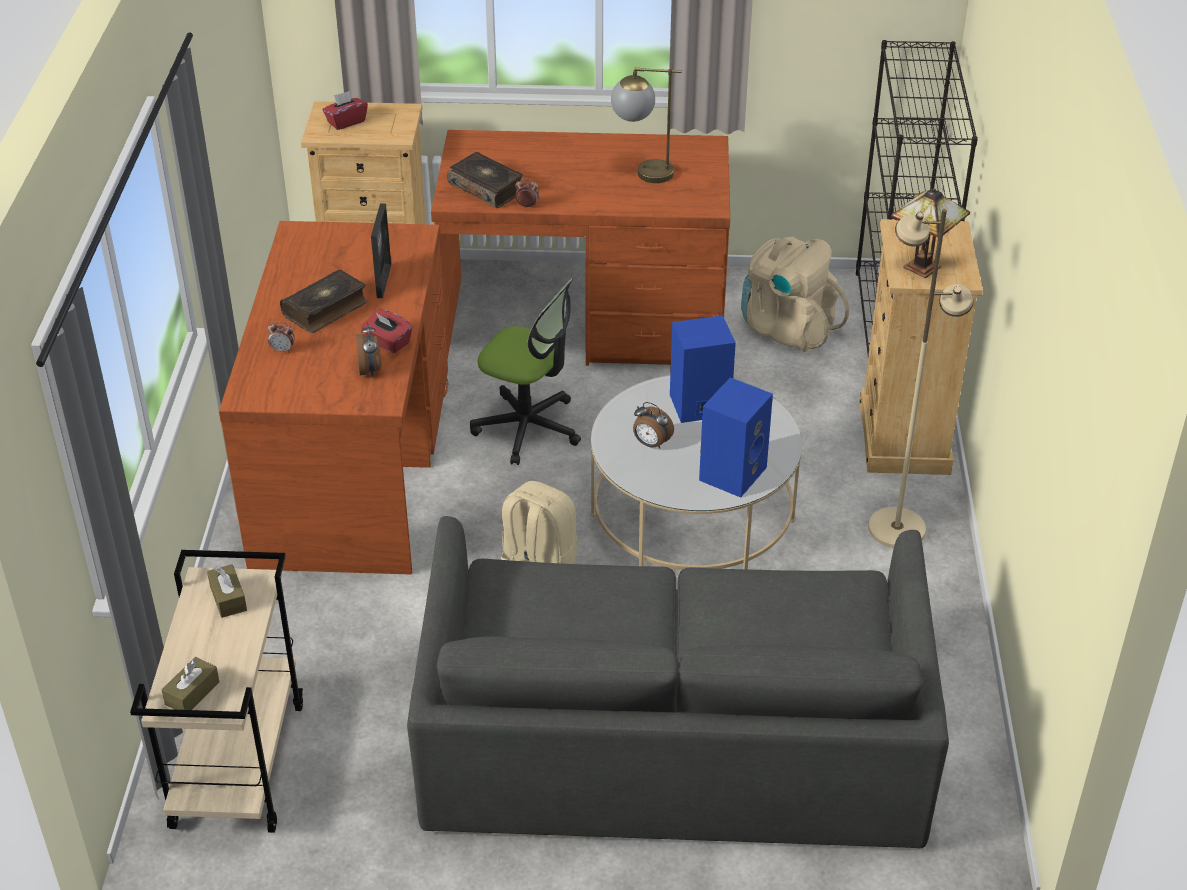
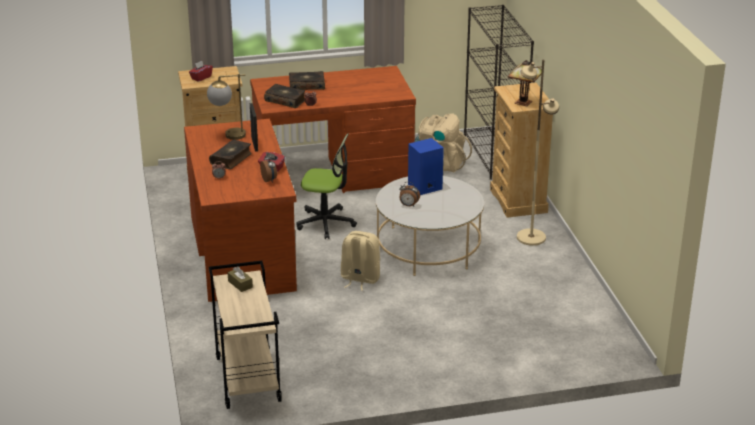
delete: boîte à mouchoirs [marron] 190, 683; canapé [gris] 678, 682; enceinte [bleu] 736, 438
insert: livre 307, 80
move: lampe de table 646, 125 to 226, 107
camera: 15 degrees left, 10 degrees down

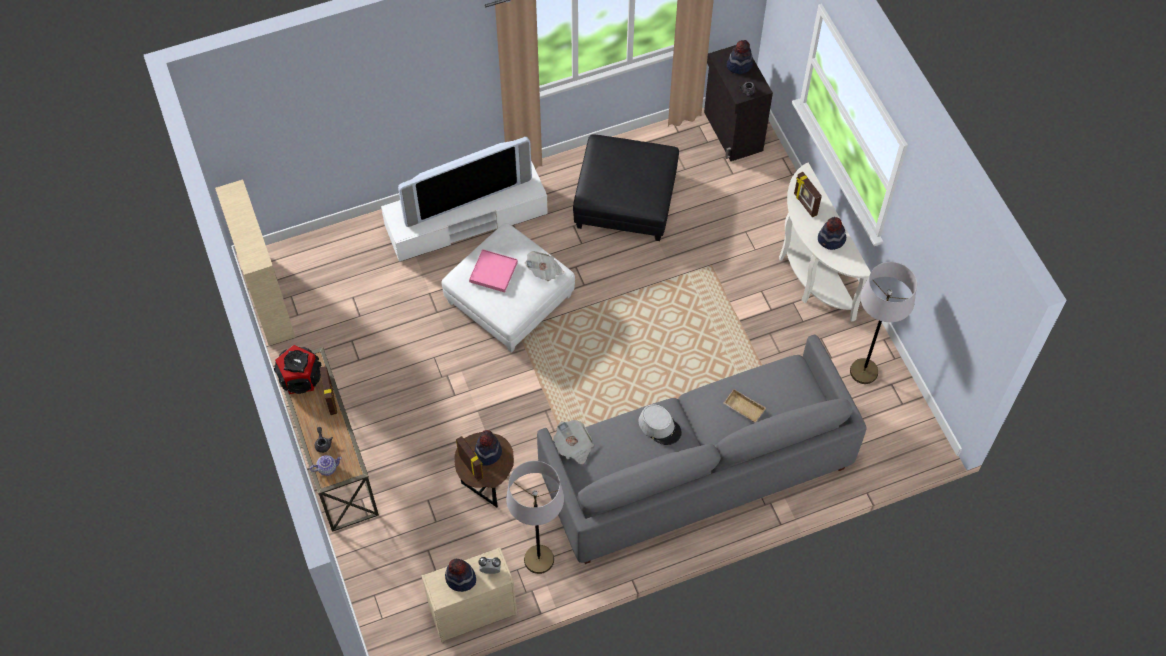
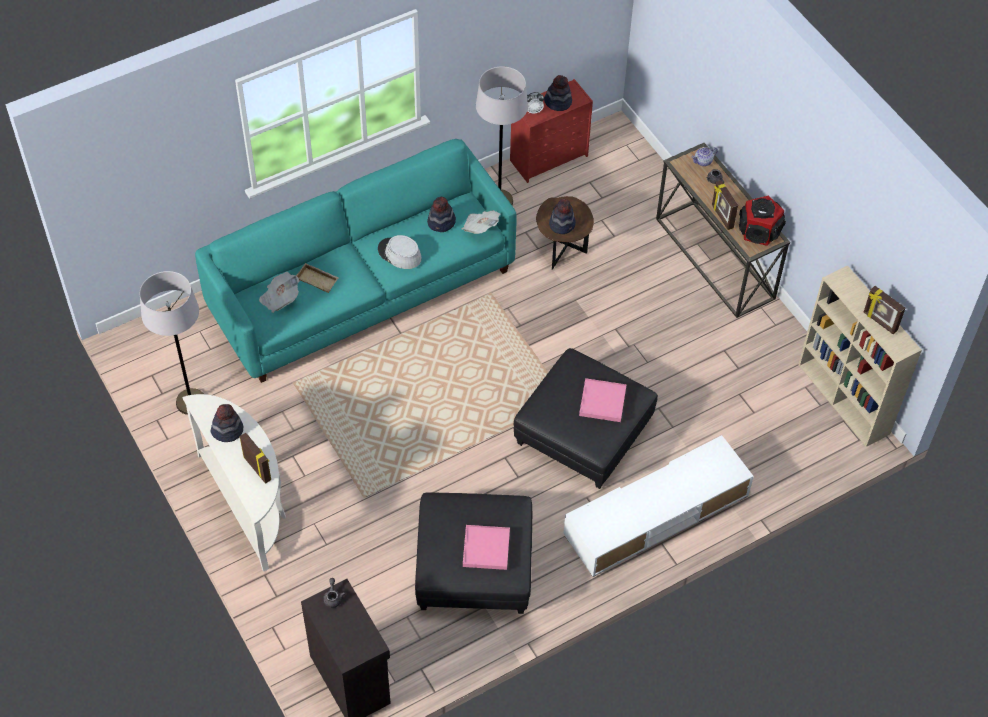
delete: téléviseur 465, 182
insert: plateau [rose] 486, 547
move: cadre photo 469, 458 to 884, 310; journal 544, 266 to 279, 292; chapeau 740, 57 to 441, 214
recolor: commode [beige] 469, 594 to commode [rouge] 551, 131; pouf [blanc] 508, 288 to pouf [noir] 586, 418; canapé [gris] 702, 449 to canapé [turquoise] 356, 261
camera: 170 degrees right, 5 degrees down

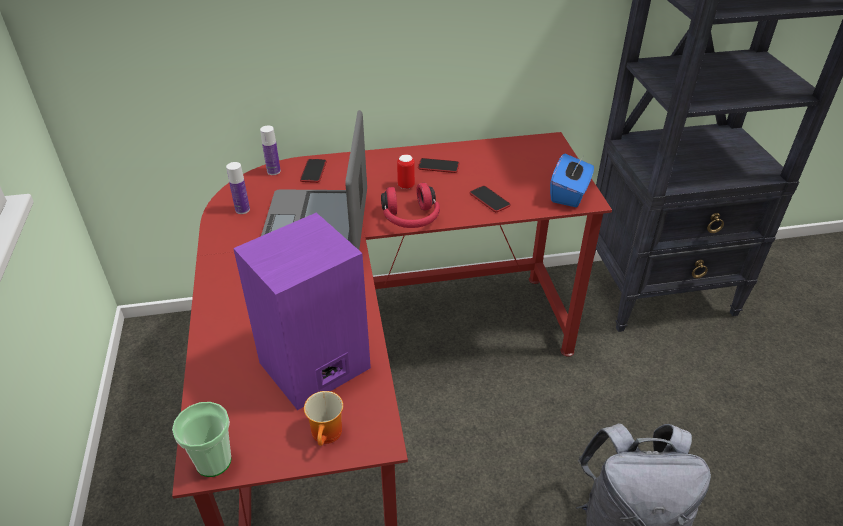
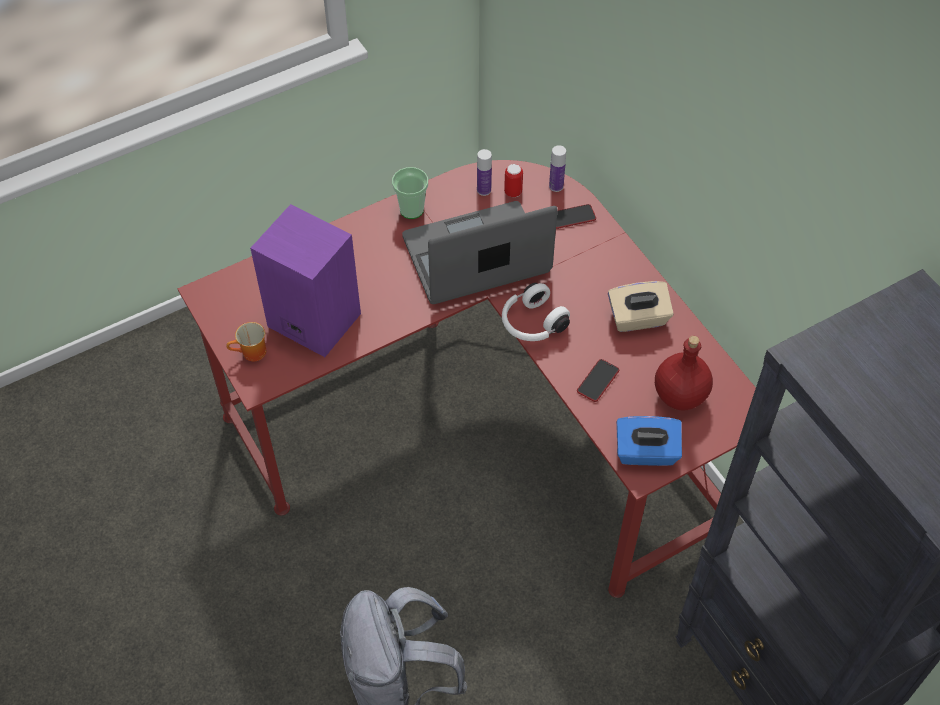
insert: bouteille [rouge] 684, 373
move: tasse 201, 439 to 410, 193; boîte métallique 406, 171 to 513, 180
replace: téléphone 438, 165 to boîte à mouchoirs [beige] 641, 306
recolor: casque audio [rouge] 410, 205 to casque audio [blanc] 536, 312
camera: 70 degrees right, 15 degrees up

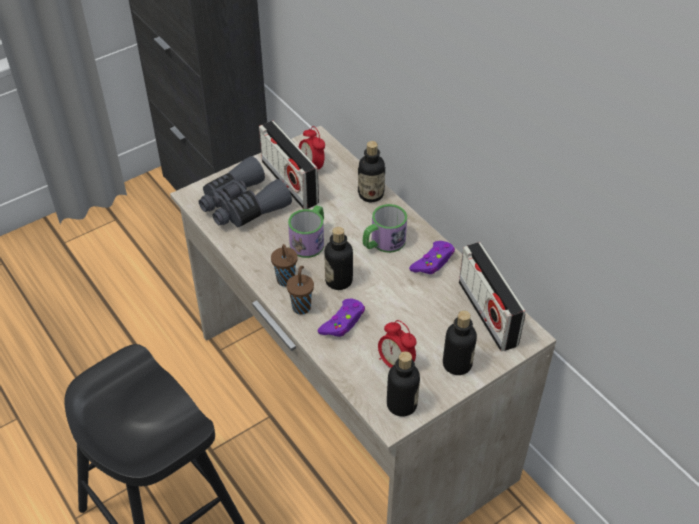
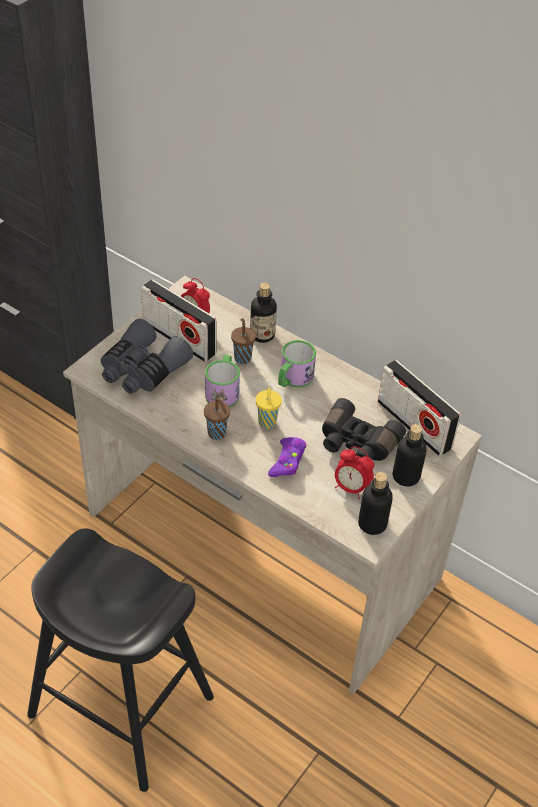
delete: manette [violet] 432, 257
insert: jumelles [noir] 364, 429
move: tasse [marron] 300, 290 to 243, 341
replace: bouteille 338, 258 to tasse [jaune] 269, 408
camera: 20 degrees left, 0 degrees up

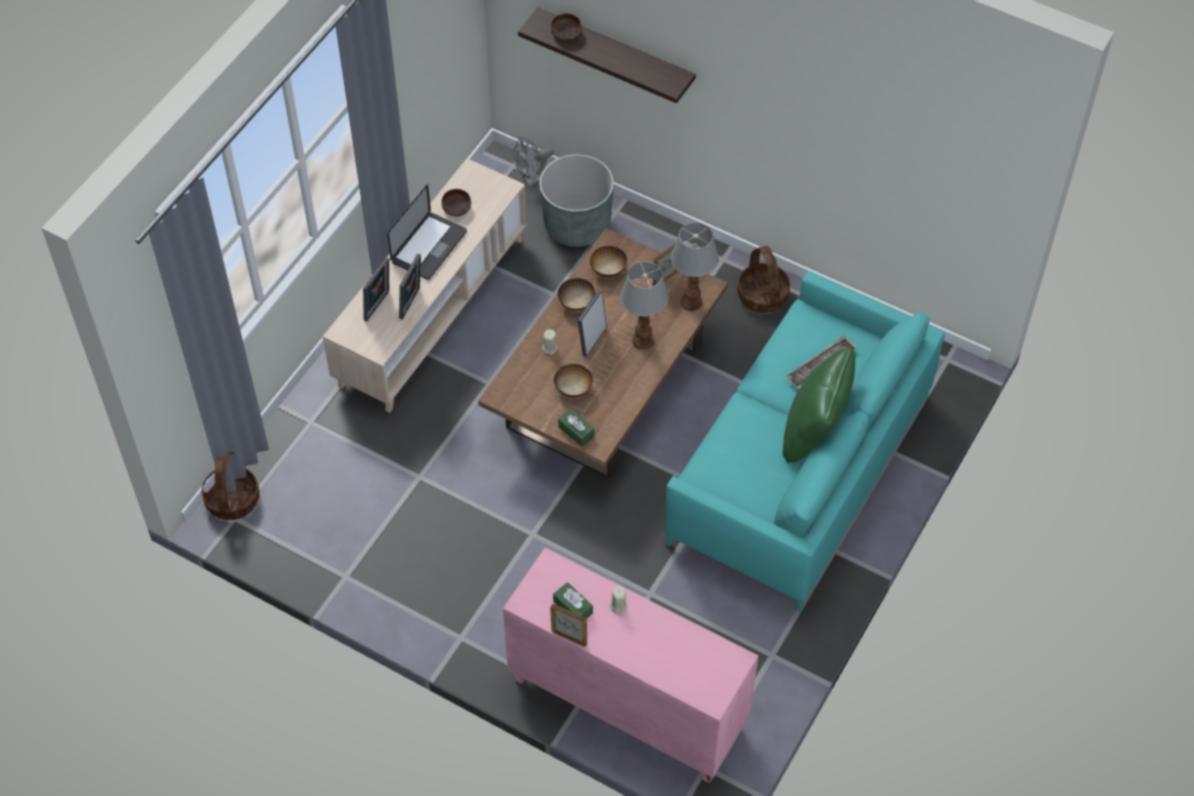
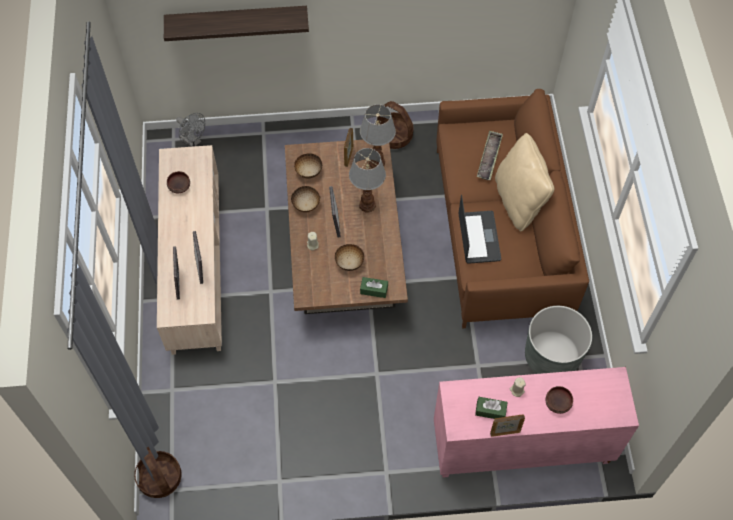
move: ordinateur portable 427, 232 to 479, 229; cache-pot [gris] 576, 200 to 558, 340; bol [marron] 566, 27 to 559, 400
recolor: canapé [turquoise] 805, 441 to canapé [marron] 512, 208; coussin [vert] 819, 405 to coussin [beige] 524, 182
rotate: ventilateur [gris] 533, 161 = 190, 130 75 degrees counterclockwise
camera: 35 degrees left, 5 degrees up

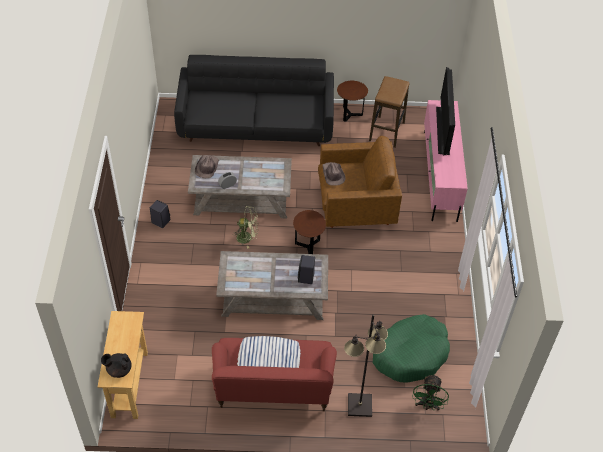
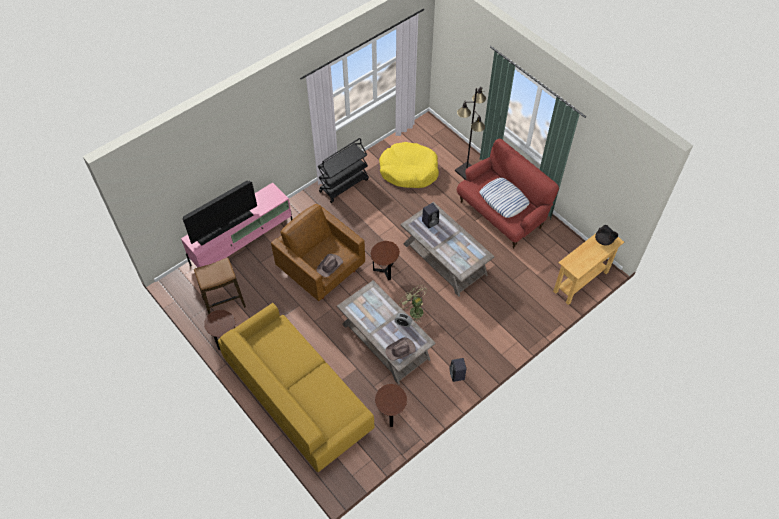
delete: ventilateur [vert] 430, 392
insert: chariot [noir] 343, 170; table d'appoint [marron] 391, 405
recolor: canapé [noir] 254, 100 to canapé [jaune] 296, 387; panier pour chien [vert] 411, 348 to panier pour chien [jaune] 409, 165
camera: 130 degrees left, 5 degrees up

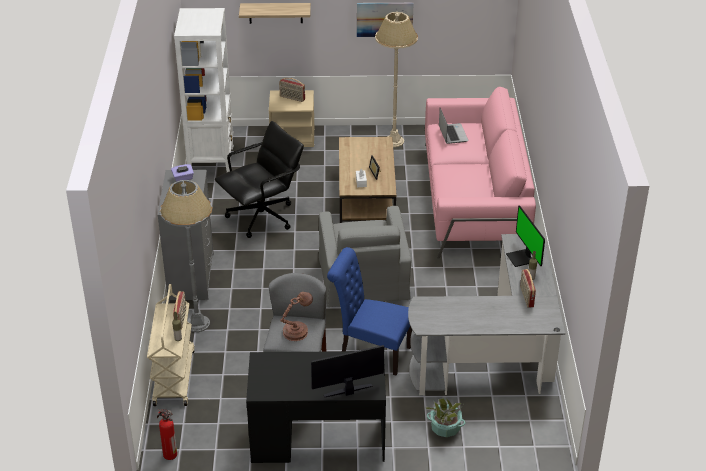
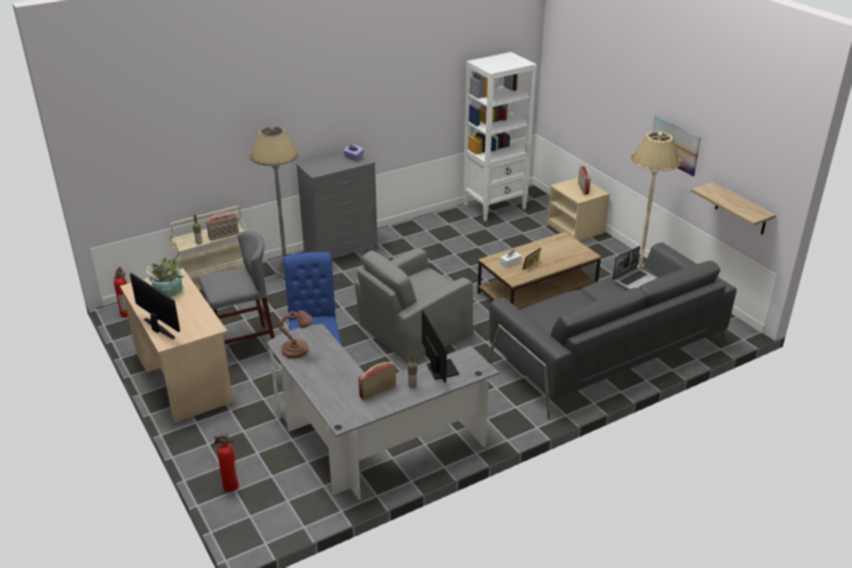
delete: chaise de bureau [noir] 259, 179
insert: extincteur 225, 463
move: étagère 275, 13 to 733, 208; lampe de table [marron] 296, 316 to 295, 334; plante en pot 445, 417 to 165, 276
recolor: bureau [noir] 316, 407 to bureau [beige] 176, 345; canapé [rose] 480, 173 to canapé [gris] 612, 331
rotate: écran d'ordinateur 525, 236 = 440, 346 120 degrees clockwise
camera: 60 degrees right, 5 degrees down

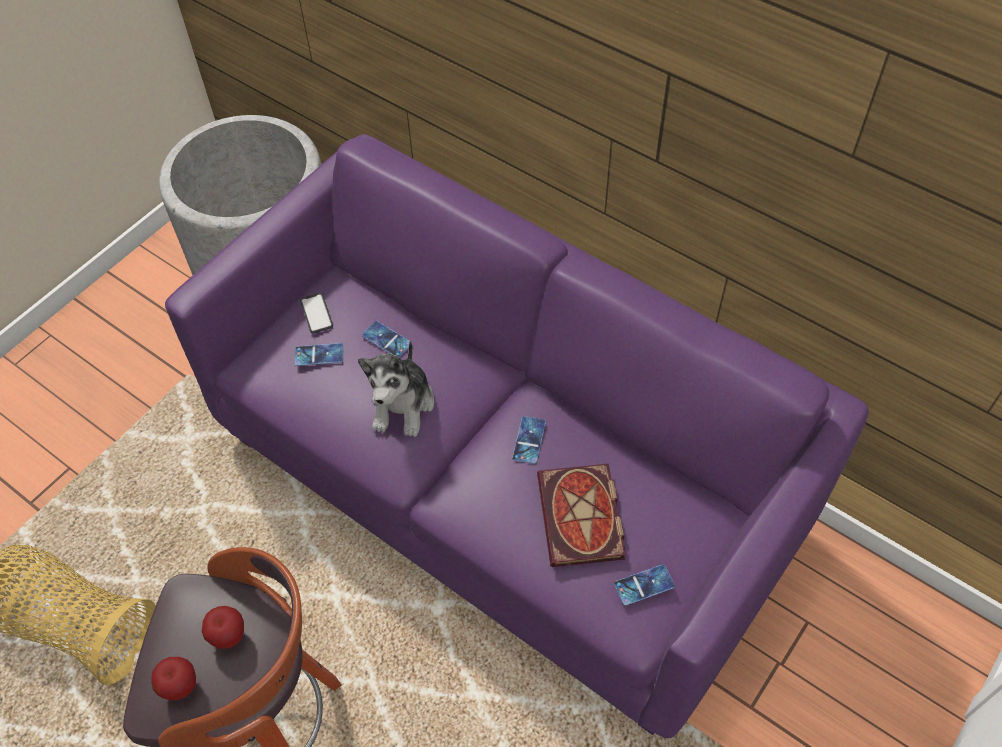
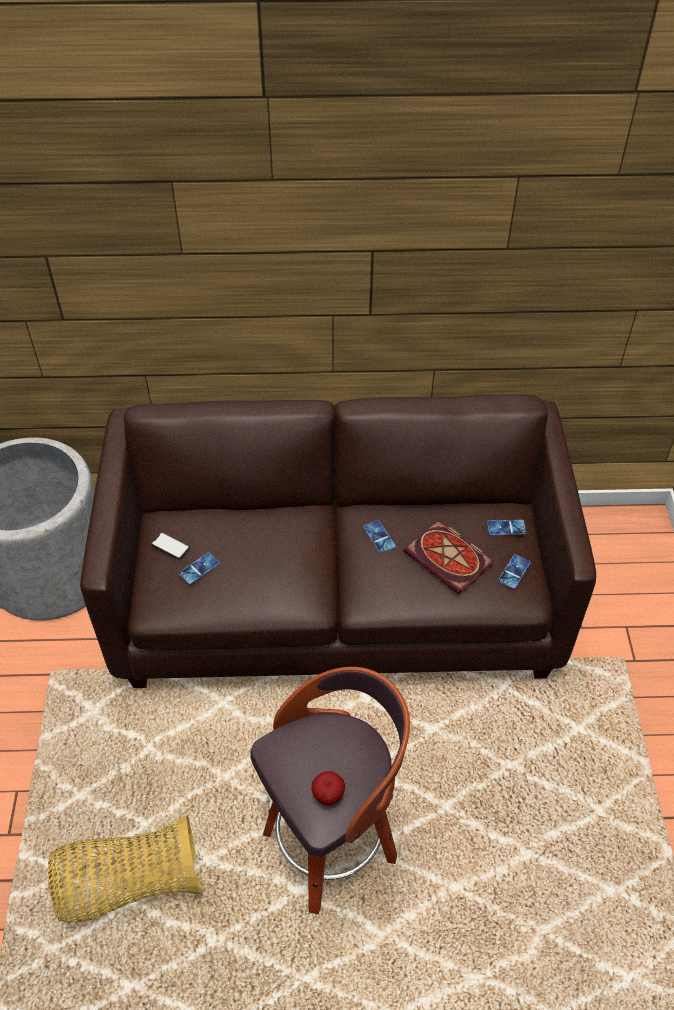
delete: pomme 223, 627; peluche 396, 388
move: téléphone 386, 339 to 506, 527
recolor: canapé [violet] 517, 436 to canapé [marron] 338, 541
camera: 40 degrees left, 5 degrees down

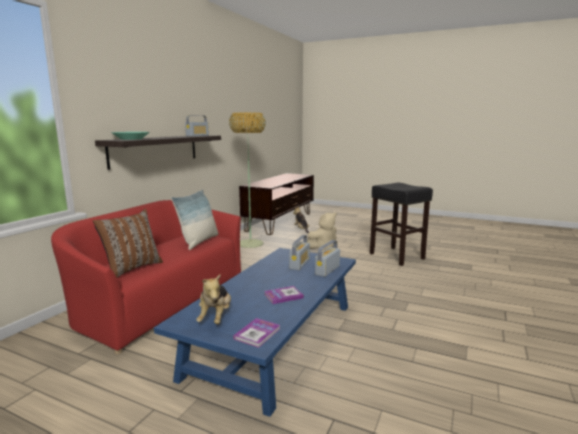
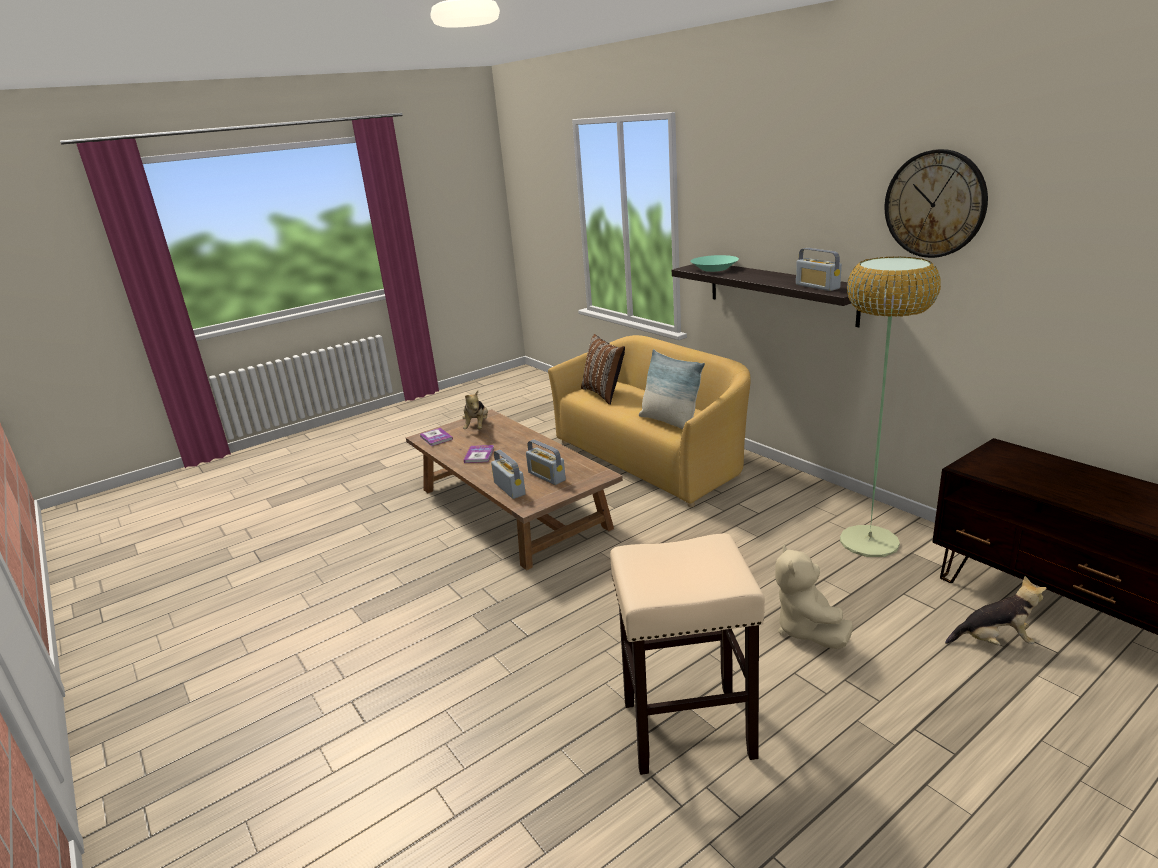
insert: horloge murale 936, 203
recolor: canapé [rouge] 146, 277 to canapé [jaune] 649, 421; table basse [bleu] 255, 332 to table basse [marron] 514, 489; tabouret [noir] 401, 224 to tabouret [beige] 687, 654
rotate: peluche 213, 299 = 475, 410 120 degrees counterclockwise
camera: 120 degrees right, 10 degrees up

